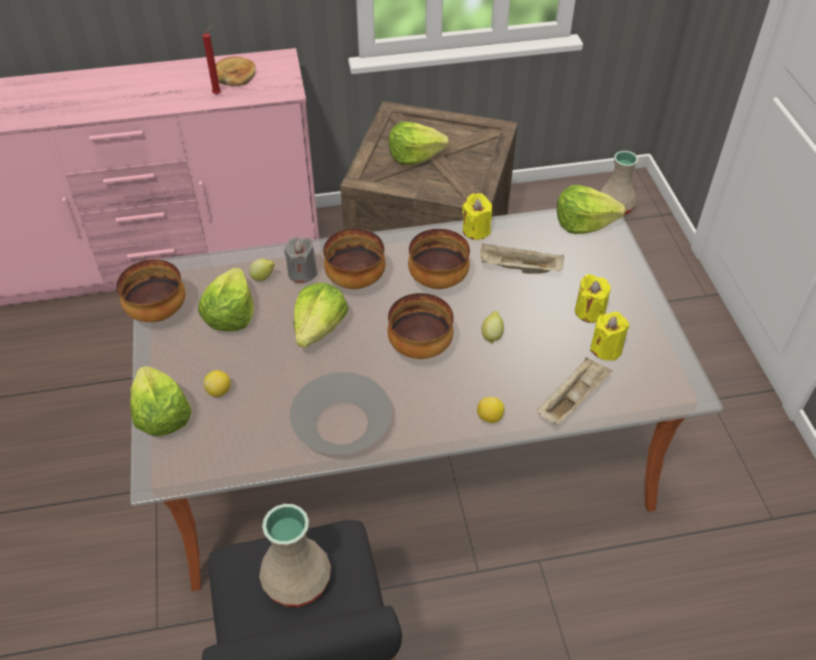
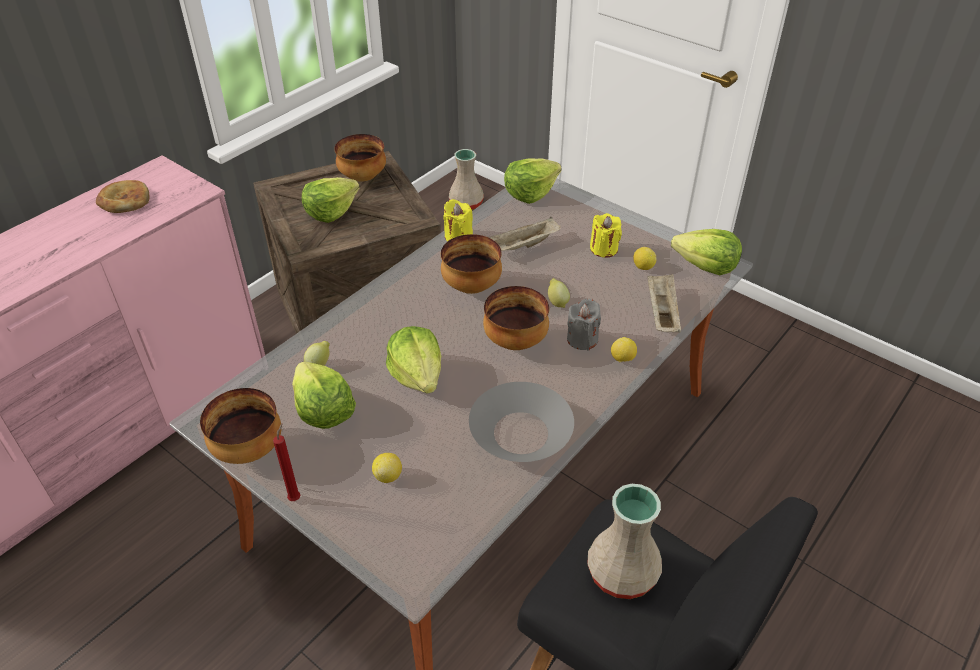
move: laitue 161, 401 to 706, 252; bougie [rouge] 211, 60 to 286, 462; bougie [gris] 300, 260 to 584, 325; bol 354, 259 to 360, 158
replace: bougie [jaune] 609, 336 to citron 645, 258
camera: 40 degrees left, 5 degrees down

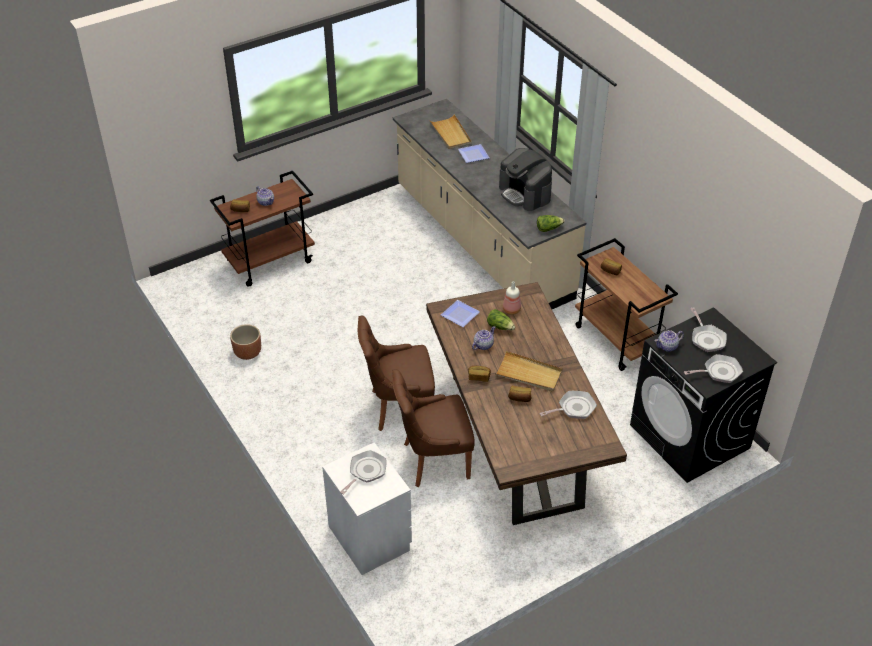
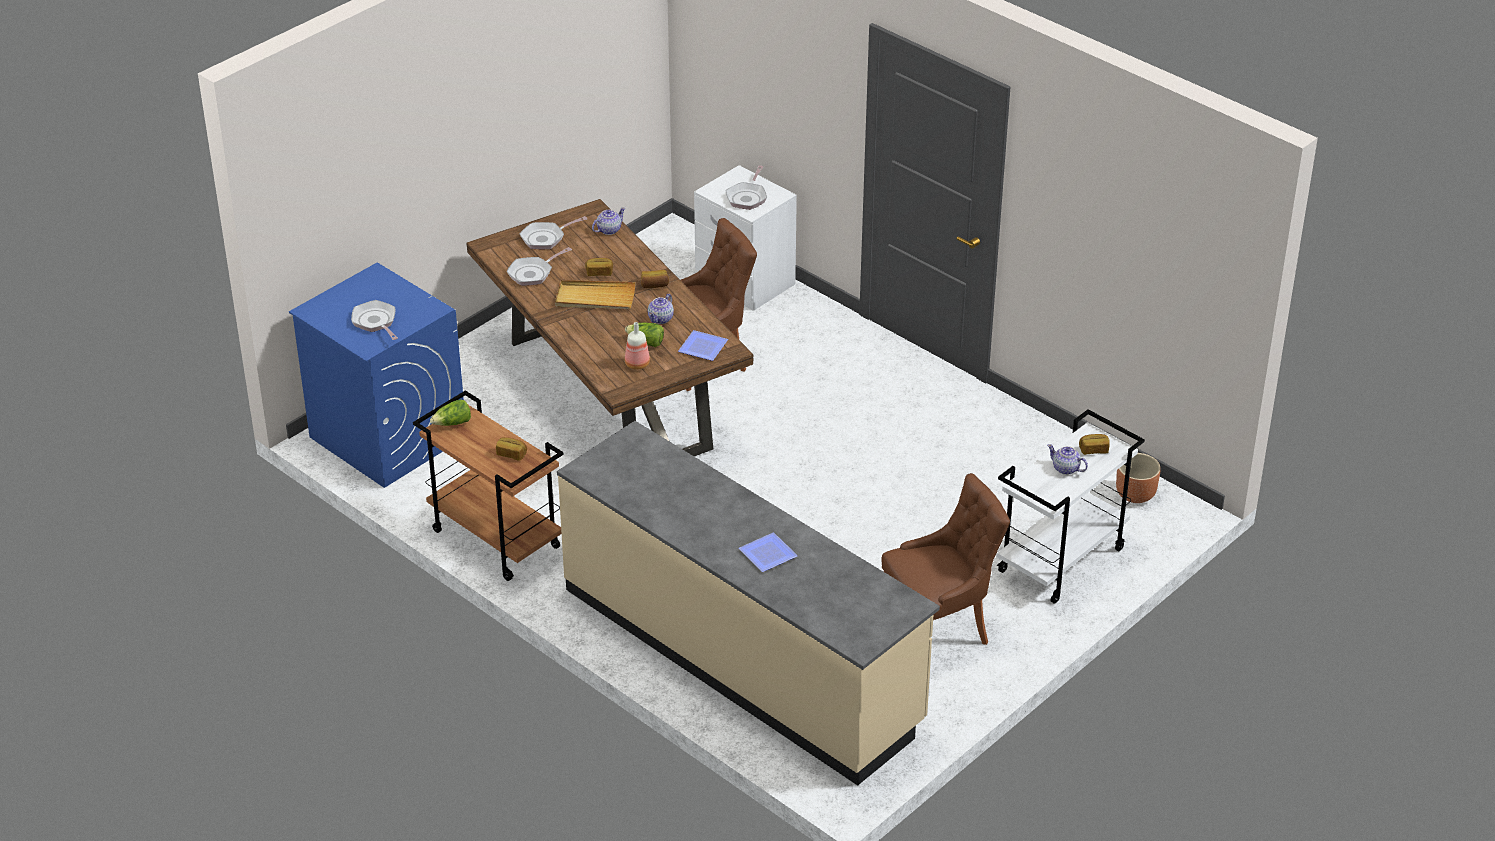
delete: plateau [beige] 450, 131; machine à café 525, 179
move: cache-pot [marron] 245, 342 to 1138, 478; chaise [marron] 396, 373 to 945, 559; laitue 551, 223 to 450, 412; théière 669, 341 to 608, 221; poêle 713, 368 to 553, 232
recolor: chariot [marron] 262, 229 to chariot [blanc] 1071, 506; lave-linge [noir] 703, 395 to lave-linge [bleu] 376, 375
camera: 165 degrees right, 5 degrees down

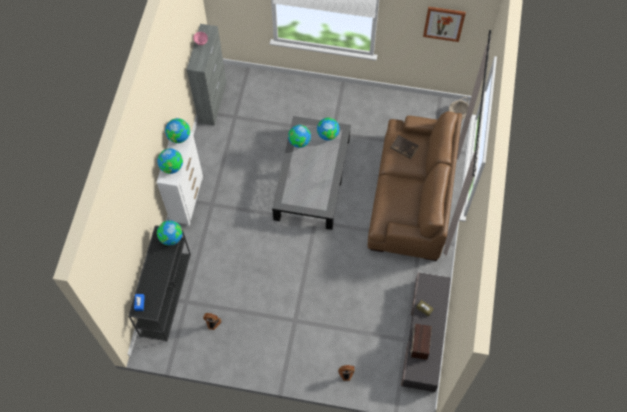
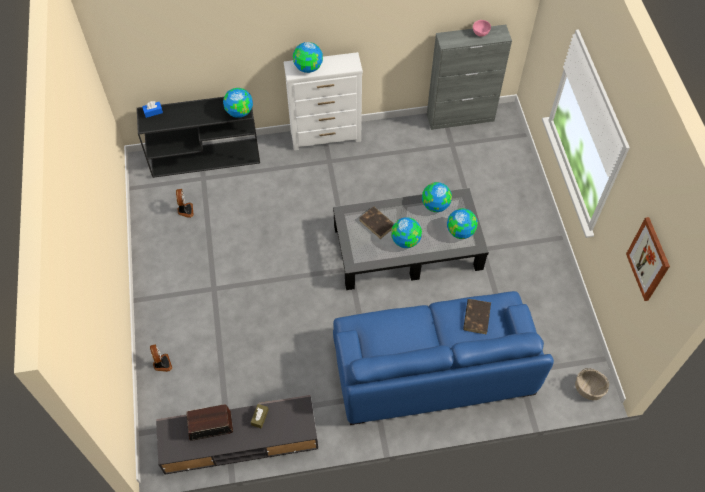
insert: livre [marron] 376, 222
move: globe 177, 130 to 406, 232
recolor: canapé [marron] 415, 186 to canapé [bleu] 443, 358
camera: 70 degrees right, 5 degrees down

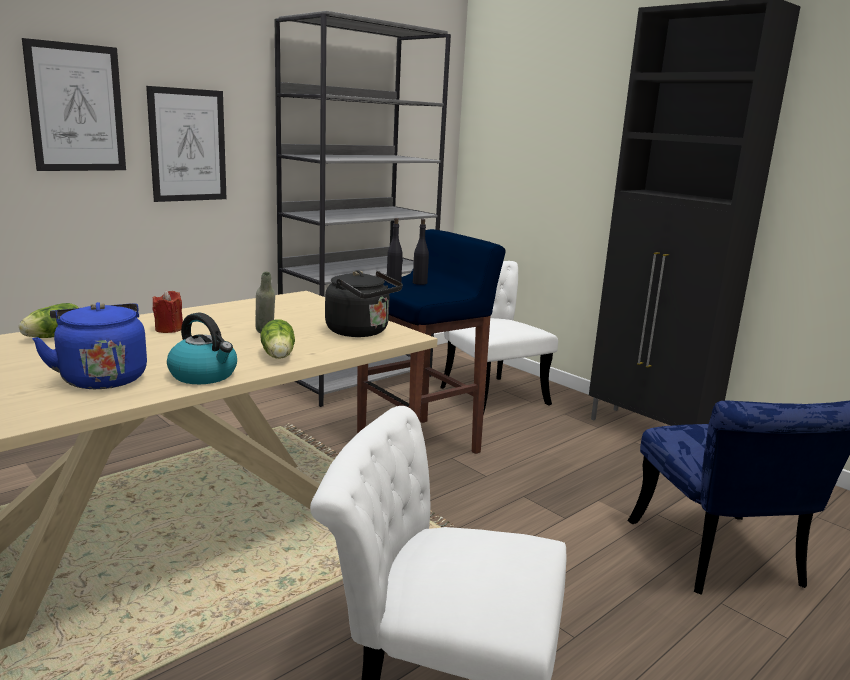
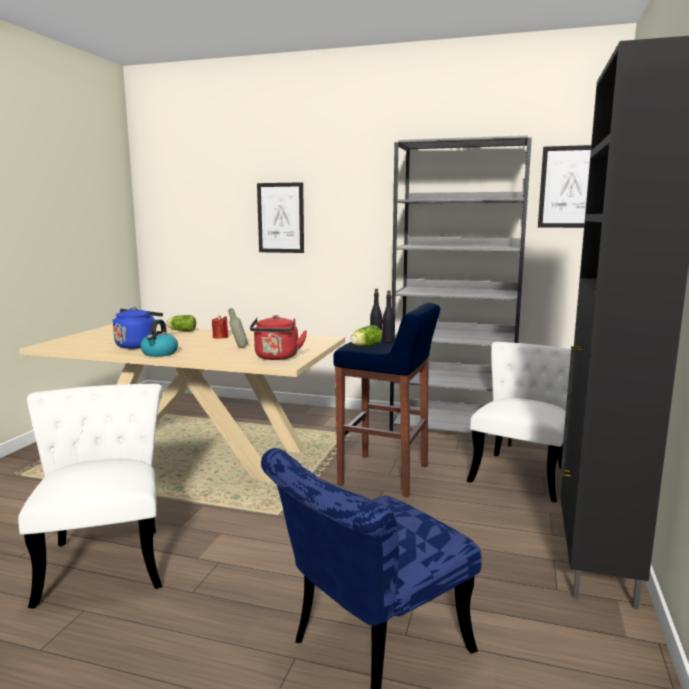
move: tableau 186, 144 to 564, 186; laitue 277, 339 to 367, 335
recolor: bouilloire [noir] 364, 303 to bouilloire [rouge] 278, 337
camera: 60 degrees right, 5 degrees down

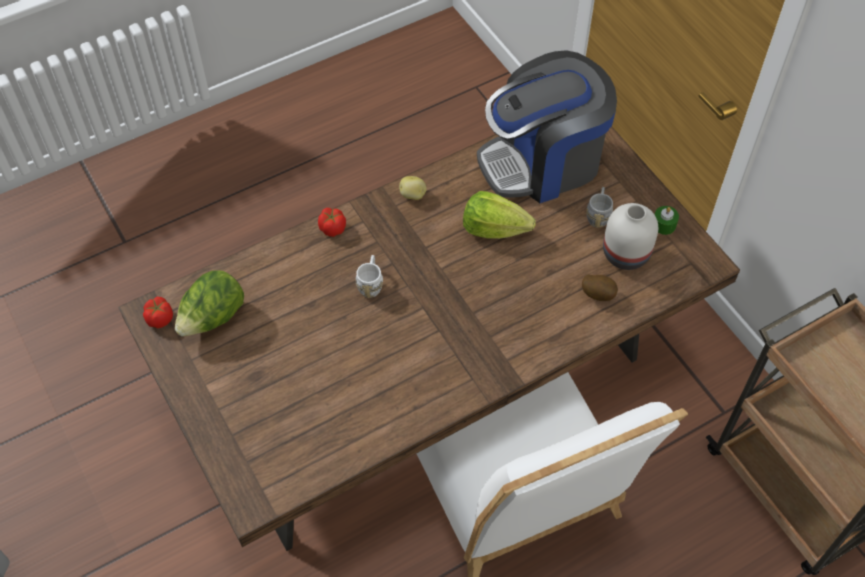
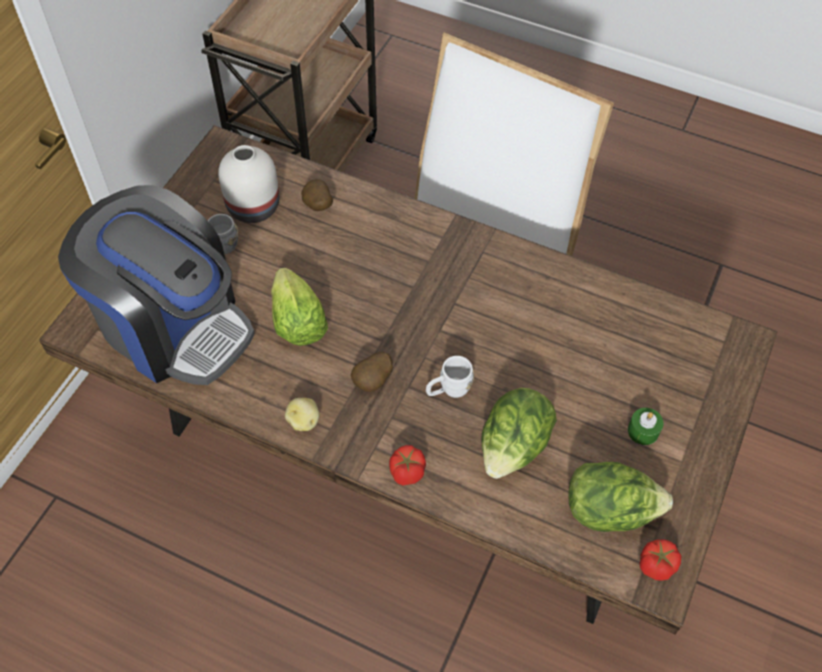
insert: pomme de terre 372, 372; laitue 519, 433
move: bougie [vert] 667, 220 to 646, 426
camera: 125 degrees left, 0 degrees up

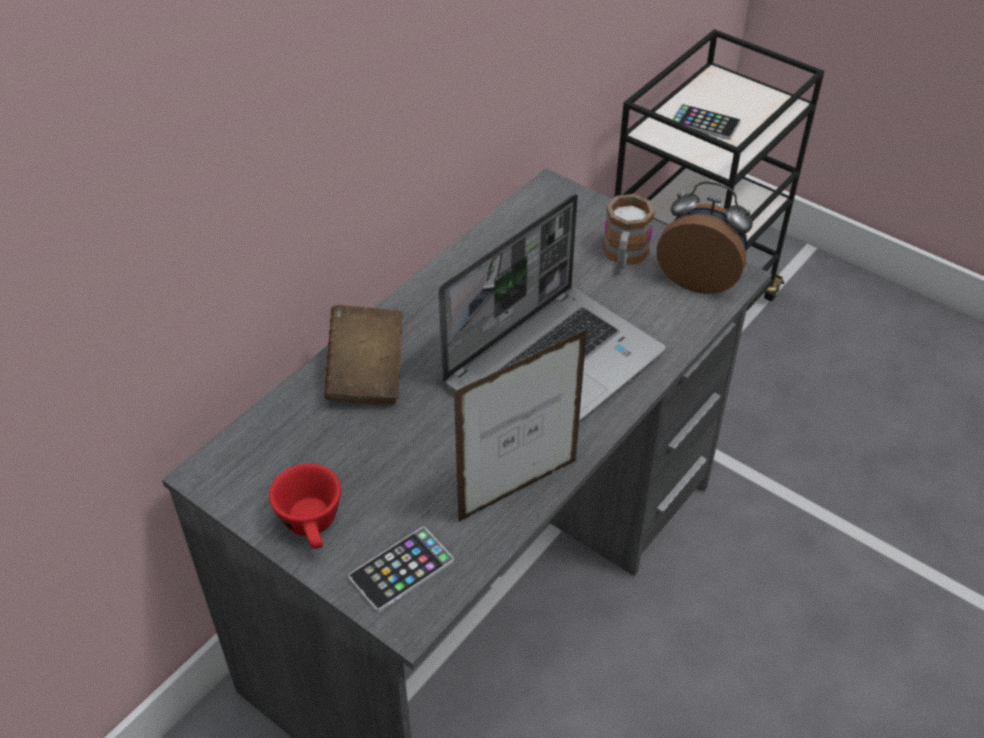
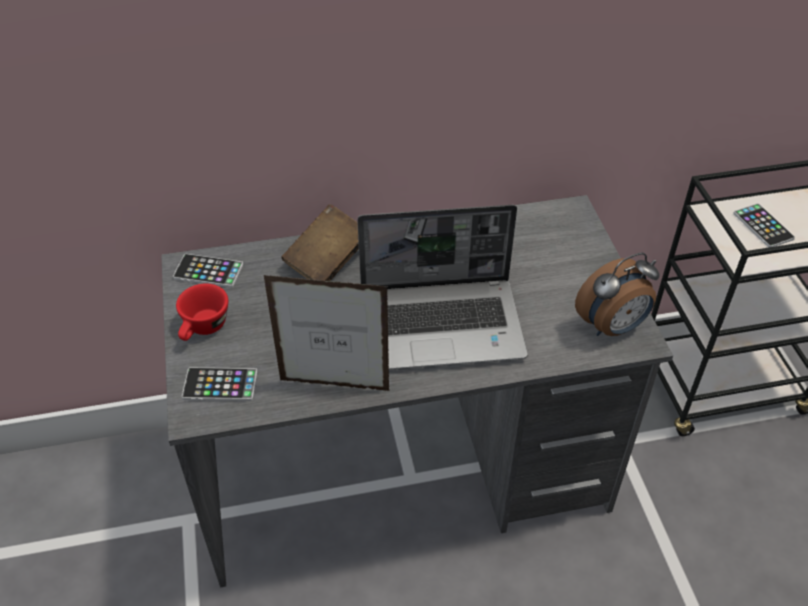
delete: mug 629, 231
insert: téléphone 208, 271
rotate: réveil 704, 237 = 617, 294 90 degrees clockwise
camera: 40 degrees right, 0 degrees up

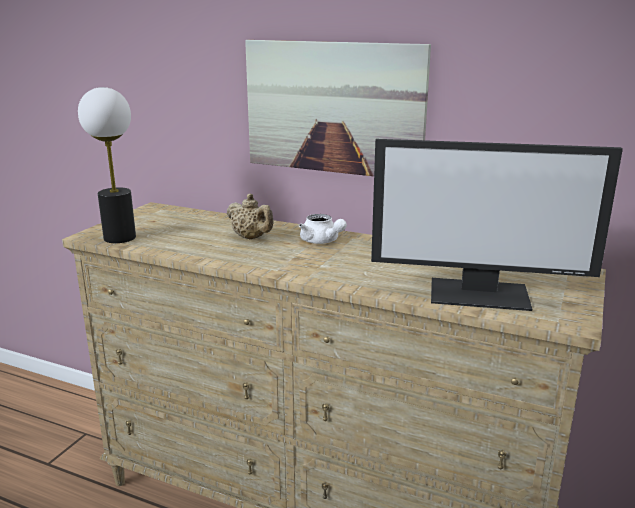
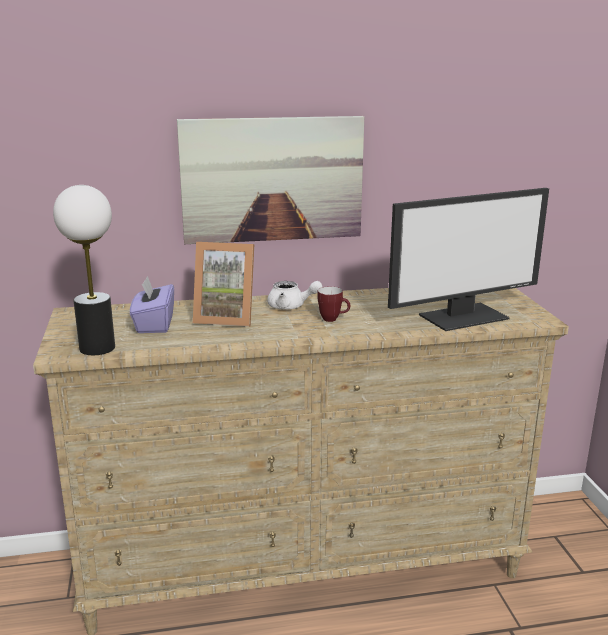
insert: boîte à mouchoirs [violet] 152, 304; mug 333, 304
replace: théière [beige] 250, 216 to cadre photo 223, 284
camera: 35 degrees left, 0 degrees up

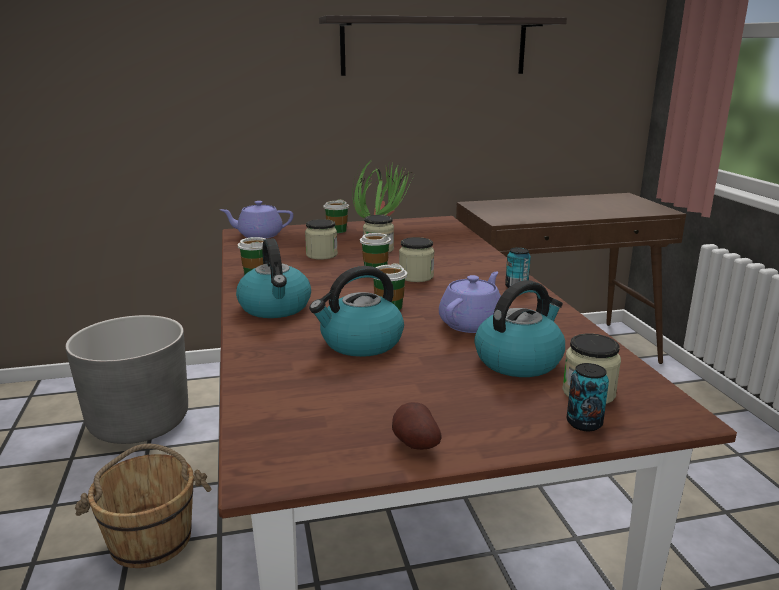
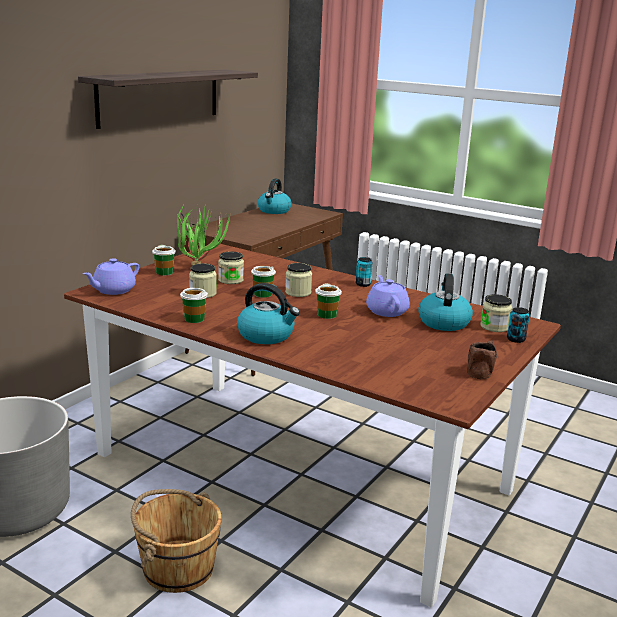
move: bouilloire 356, 311 to 275, 196
replace: pomme de terre 416, 426 to mug [marron] 482, 359
camera: 45 degrees left, 0 degrees up

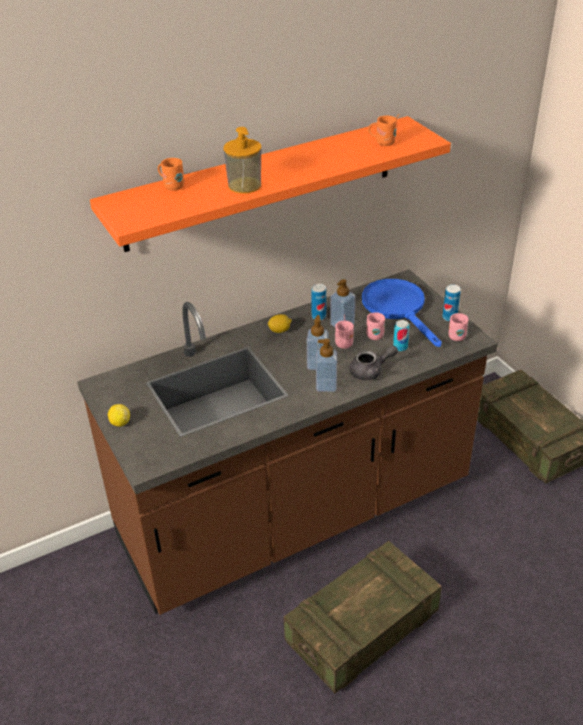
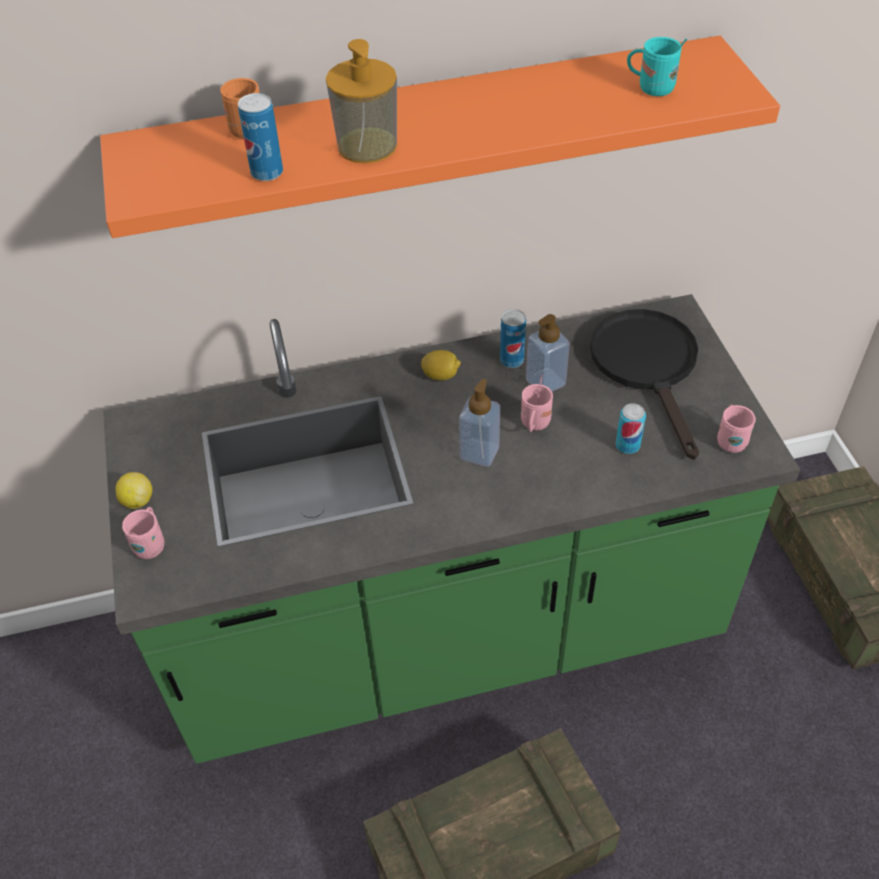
delete: distributeur de savon 326, 365; théière [gris] 374, 363
move: mug [rose] 375, 326 to 143, 533; boîte métallique 451, 303 to 260, 137
recolor: comptoir de cuisine [marron] 287, 442 to comptoir de cuisine [vert] 451, 529; poêle [bleu] 402, 313 to poêle [noir] 644, 384; mug [orange] 383, 130 to mug [turquoise] 657, 66
camera: 15 degrees right, 10 degrees up

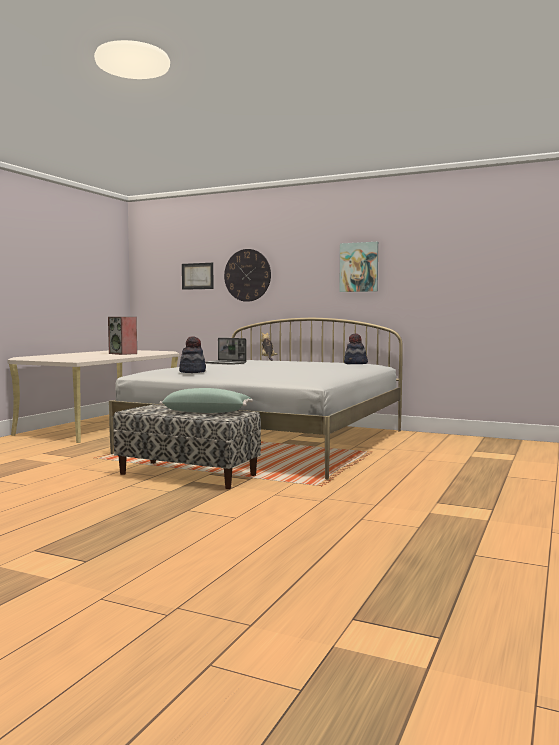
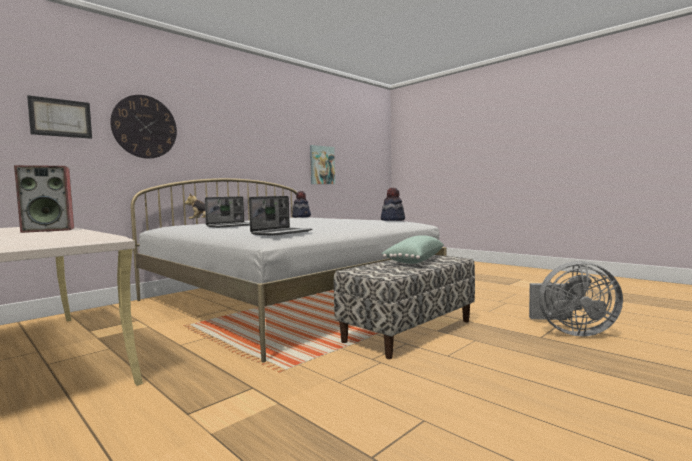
insert: ordinateur portable 280, 216; ventilateur [gris] 576, 299
move: chapeau 192, 354 to 393, 204; tableau 358, 267 to 322, 164
camera: 70 degrees left, 0 degrees up

